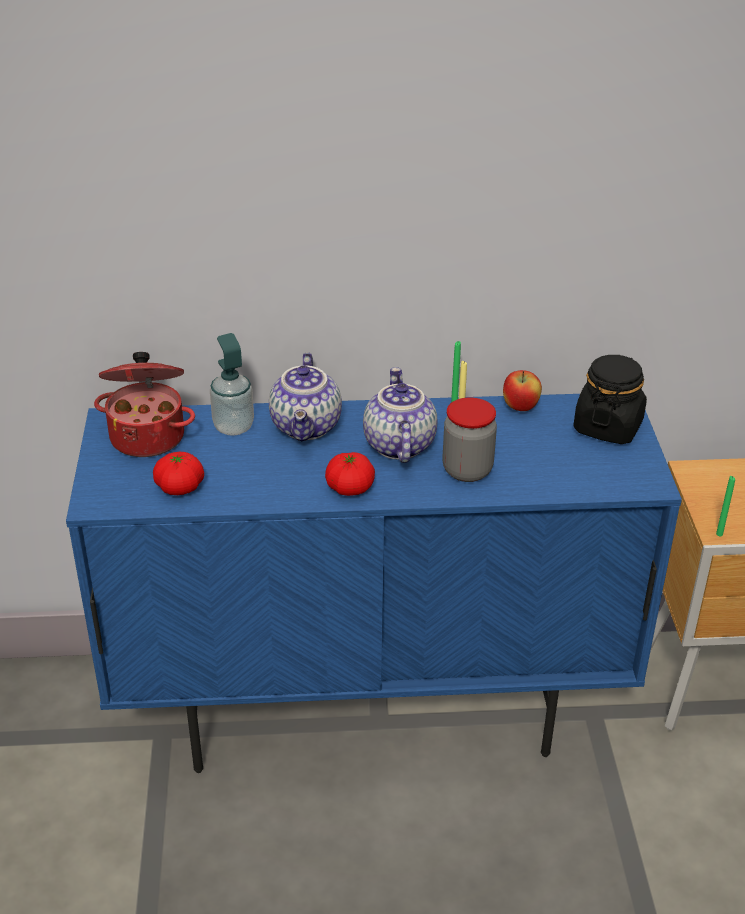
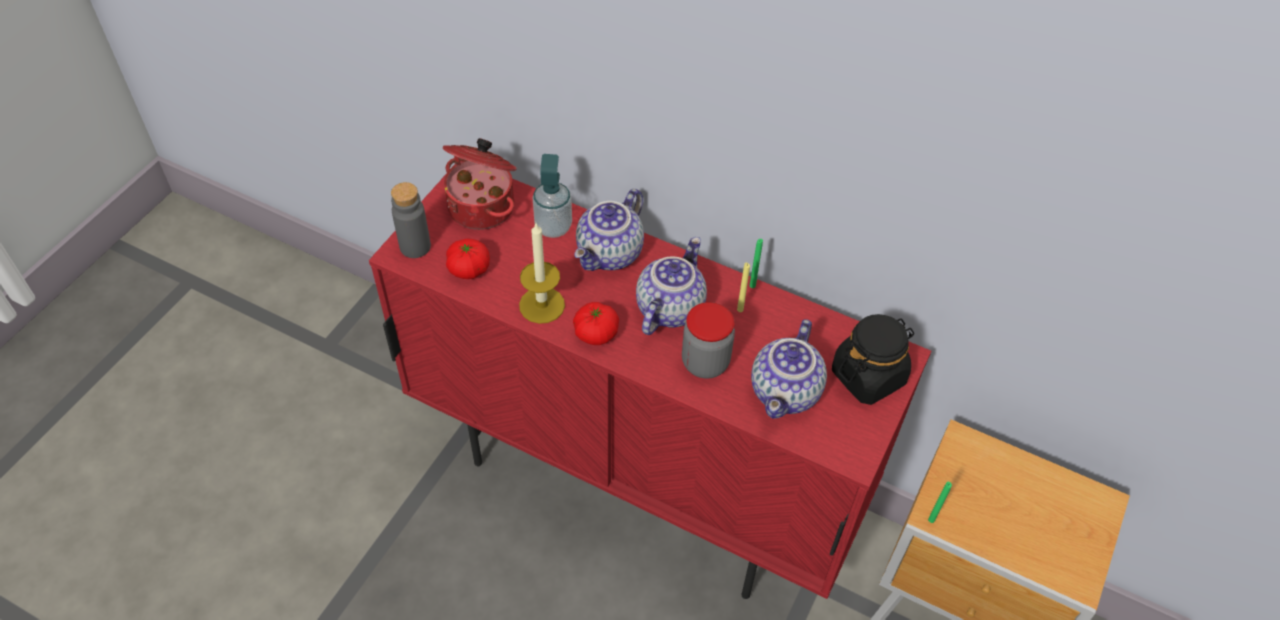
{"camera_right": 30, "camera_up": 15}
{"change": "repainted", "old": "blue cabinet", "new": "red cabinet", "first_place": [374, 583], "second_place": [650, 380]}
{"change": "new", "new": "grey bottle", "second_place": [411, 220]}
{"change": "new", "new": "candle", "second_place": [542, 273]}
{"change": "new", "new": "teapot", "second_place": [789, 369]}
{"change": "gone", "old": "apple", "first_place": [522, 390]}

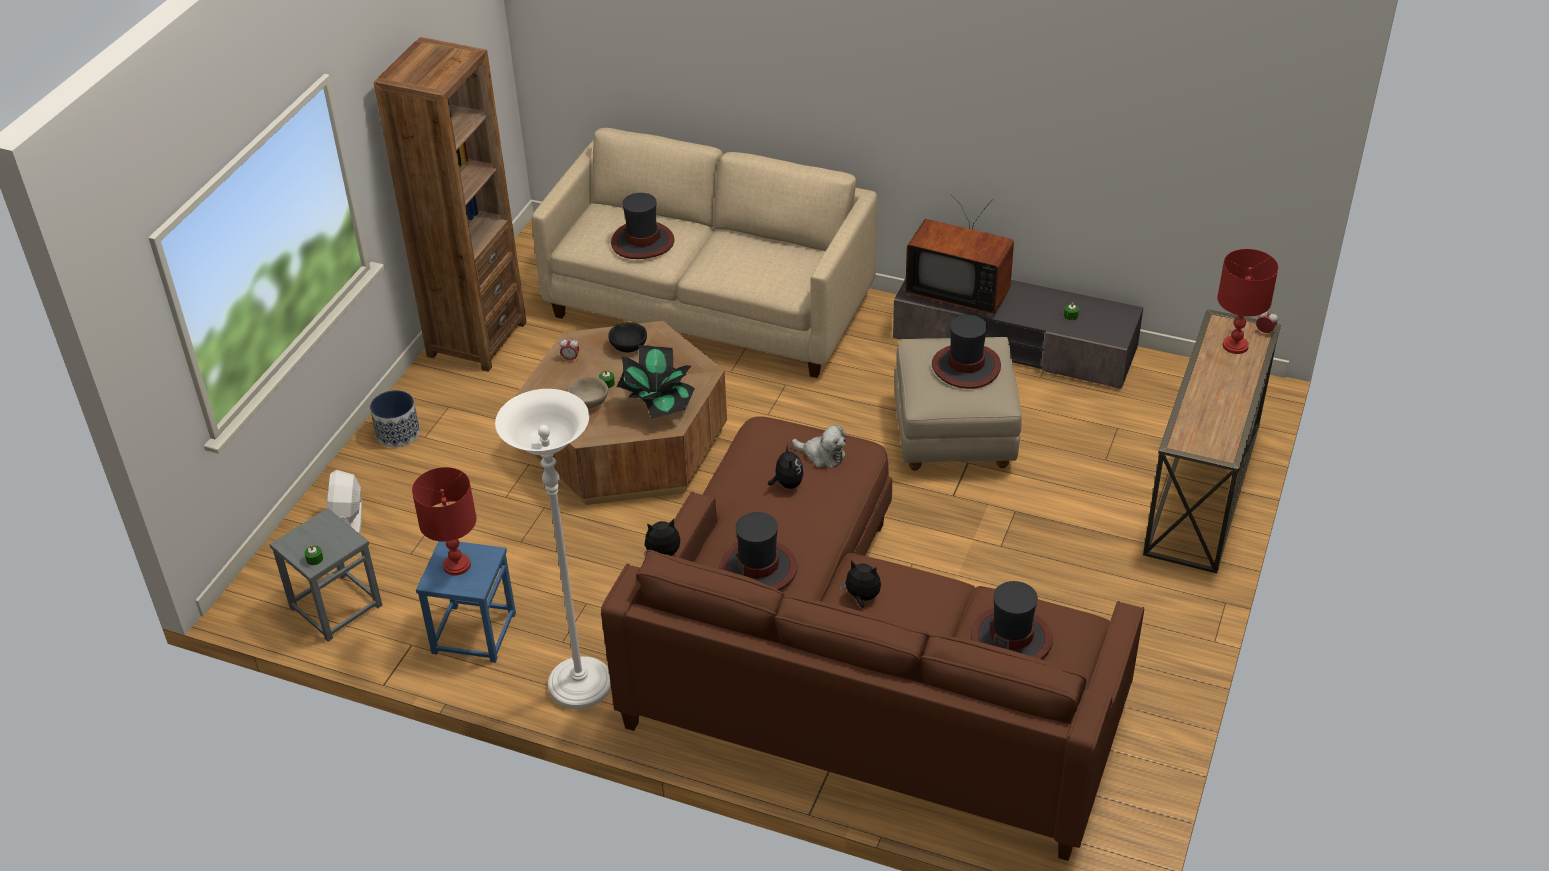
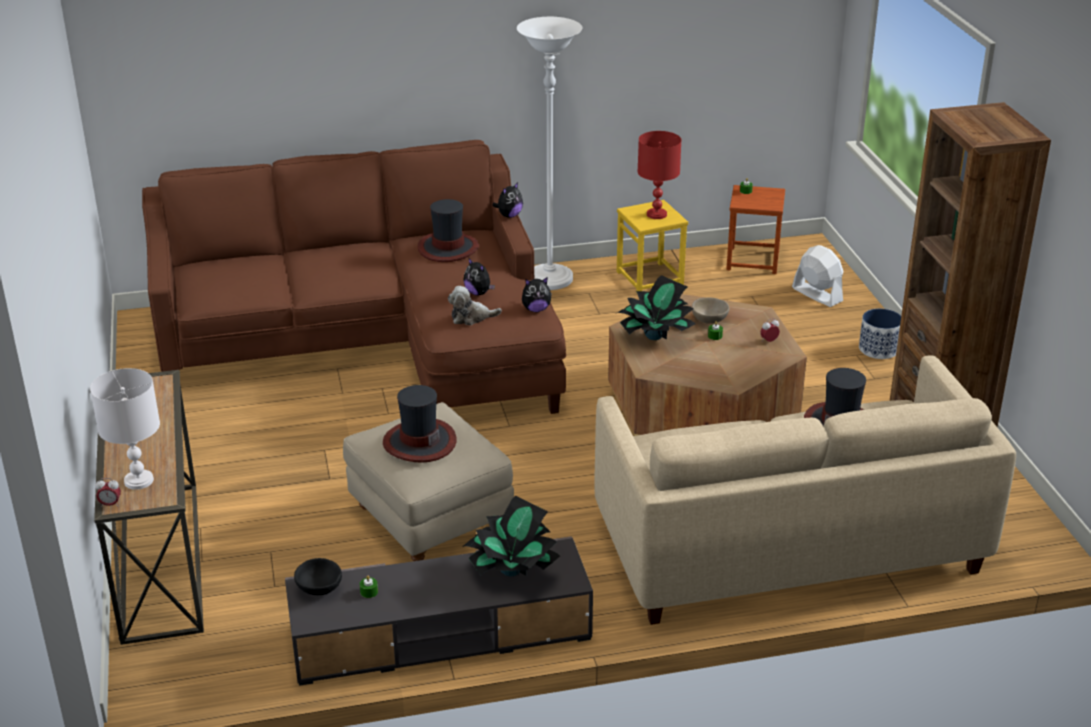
{"camera_right": 145, "camera_up": -10}
{"change": "repainted", "old": "red table lamp", "new": "white table lamp", "first_place": [1247, 301], "second_place": [125, 429]}
{"change": "shifted", "old": "black bowl", "first_place": [627, 337], "second_place": [318, 576]}
{"change": "swapped", "old": "television", "new": "potted plant", "first_place": [959, 254], "second_place": [511, 536]}
{"change": "shifted", "old": "plush toy", "first_place": [860, 584], "second_place": [537, 294]}
{"change": "repainted", "old": "blue stool", "new": "yellow stool", "first_place": [466, 602], "second_place": [652, 246]}
{"change": "repainted", "old": "grey stool", "new": "brown stool", "first_place": [325, 575], "second_place": [755, 229]}
{"change": "gone", "old": "hat", "first_place": [1012, 620]}

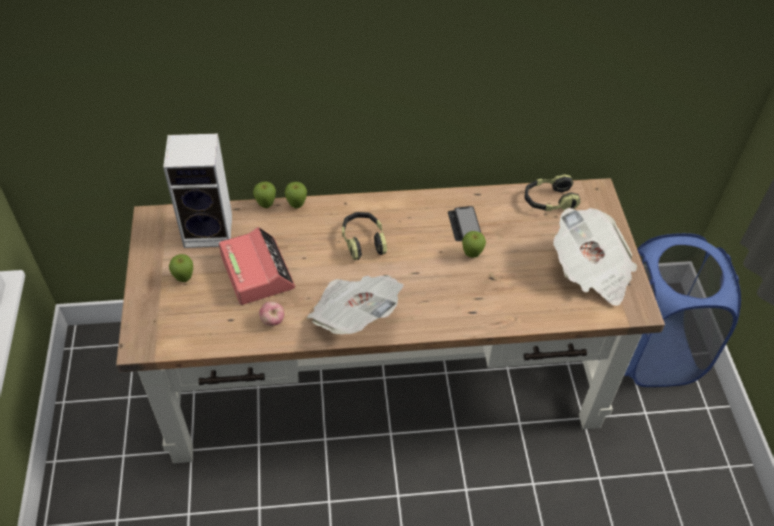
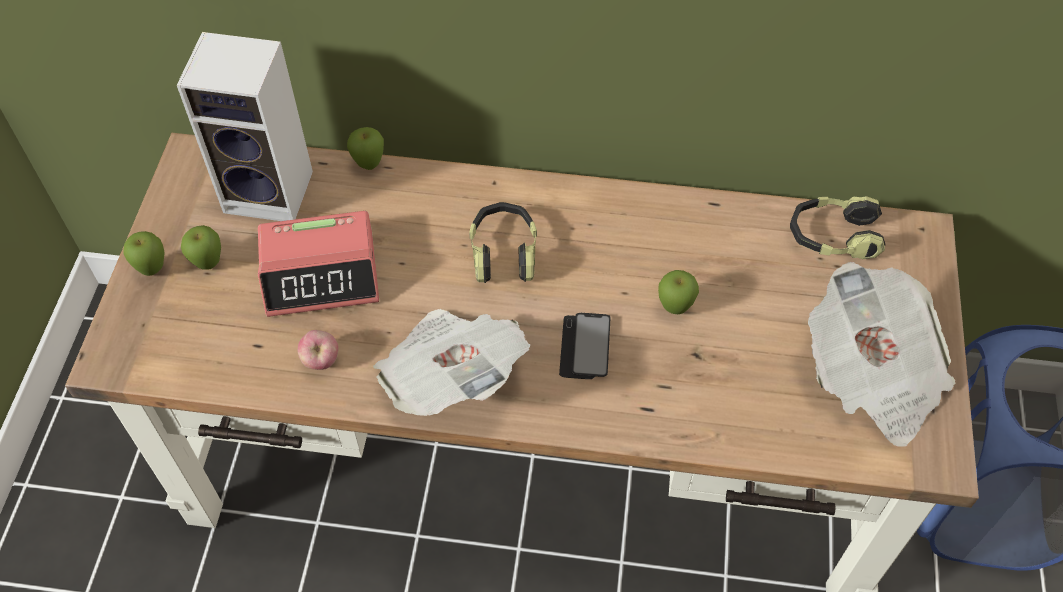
{"camera_right": 15, "camera_up": 5}
{"change": "shifted", "old": "apple", "first_place": [296, 195], "second_place": [144, 253]}
{"change": "rotated", "old": "alarm clock", "first_place": [257, 266], "second_place": [318, 264], "degrees": 90}
{"change": "shifted", "old": "phone", "first_place": [464, 223], "second_place": [585, 346]}

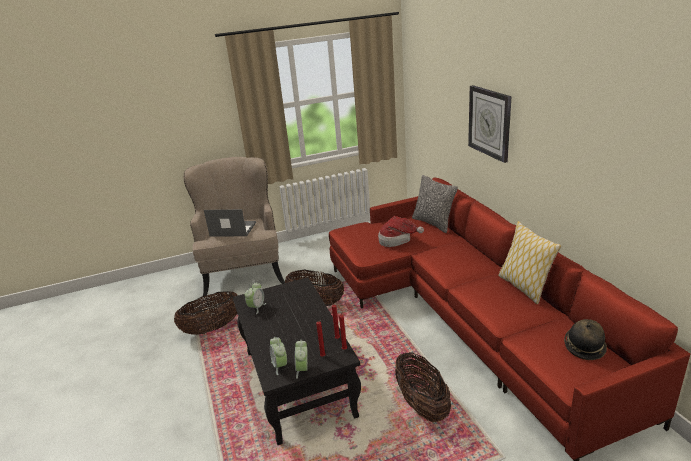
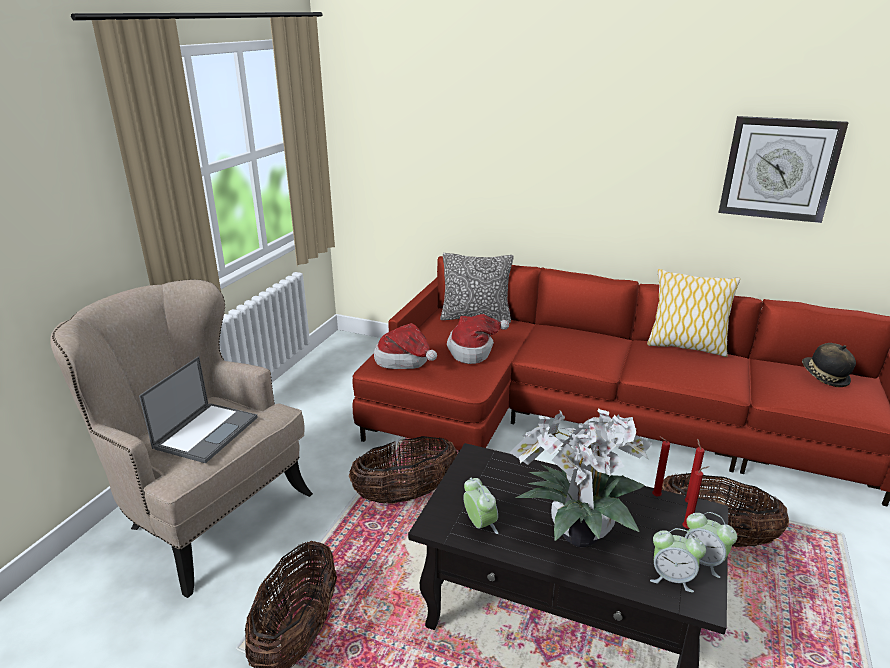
{"camera_right": -50, "camera_up": 0}
{"change": "rotated", "old": "laptop", "first_place": [230, 222], "second_place": [198, 409], "degrees": 150}
{"change": "new", "new": "hat", "second_place": [405, 346]}
{"change": "new", "new": "potted plant", "second_place": [581, 477]}
{"change": "shifted", "old": "wall clock", "first_place": [490, 124], "second_place": [783, 169]}

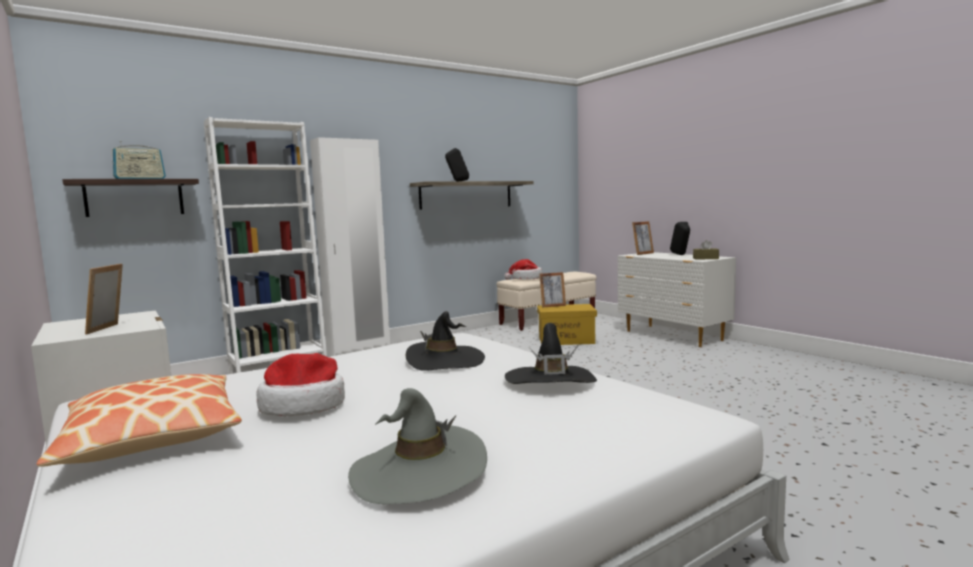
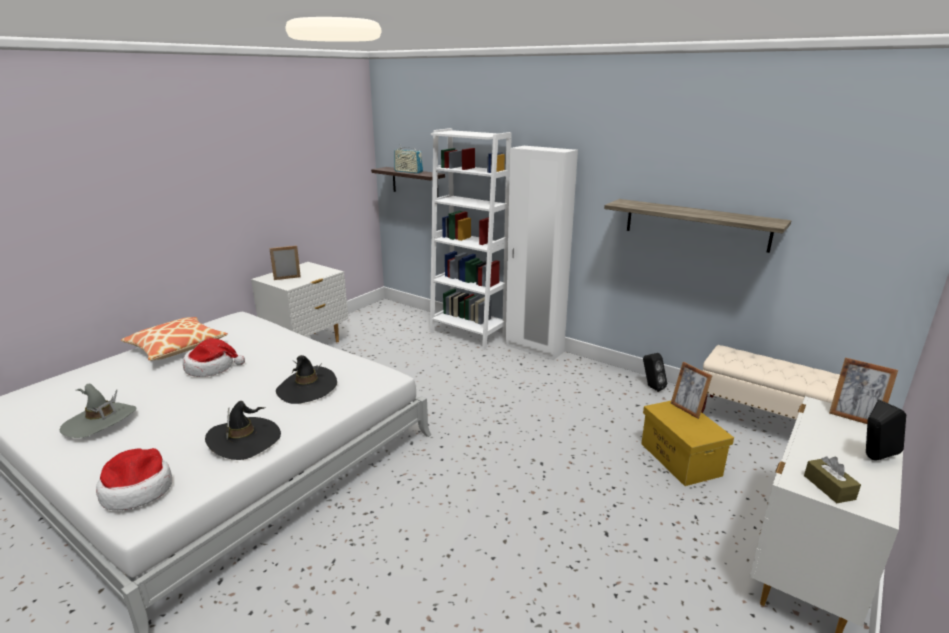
{"camera_right": 70, "camera_up": 15}
{"change": "shifted", "old": "hat", "first_place": [523, 269], "second_place": [134, 479]}
{"change": "shifted", "old": "black speaker", "first_place": [457, 164], "second_place": [655, 372]}

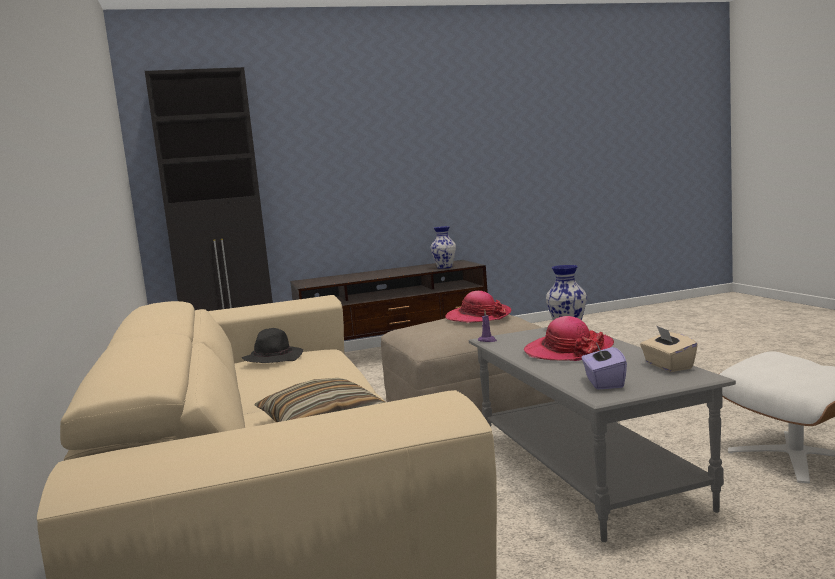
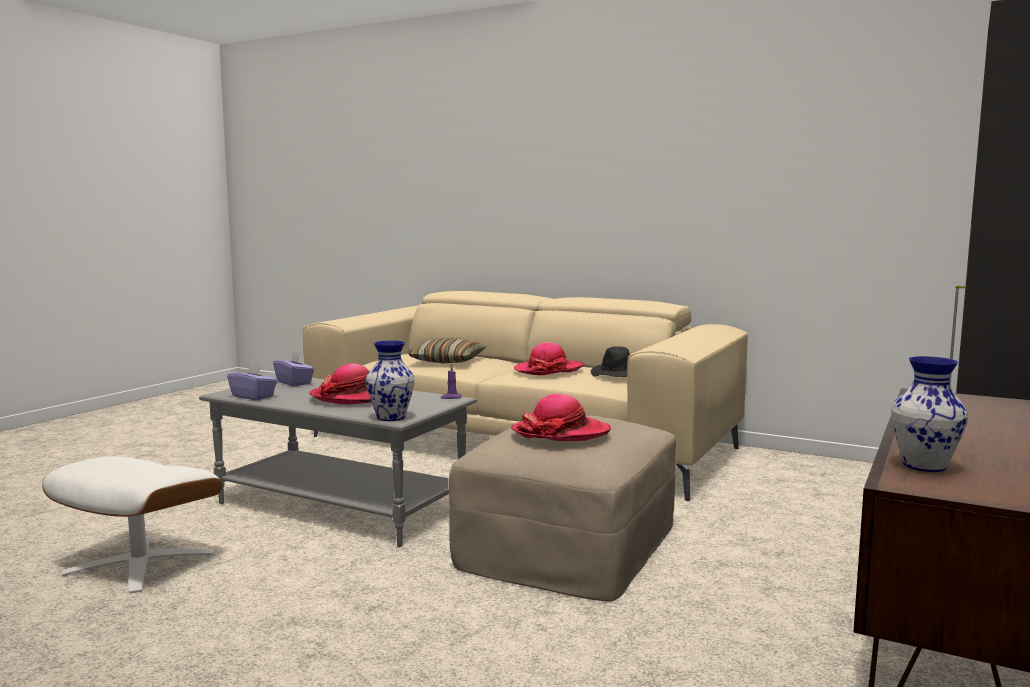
{"camera_right": 135, "camera_up": 0}
{"change": "repainted", "old": "beige tissue box", "new": "purple tissue box", "first_place": [669, 348], "second_place": [252, 381]}
{"change": "new", "new": "hat", "second_place": [549, 358]}

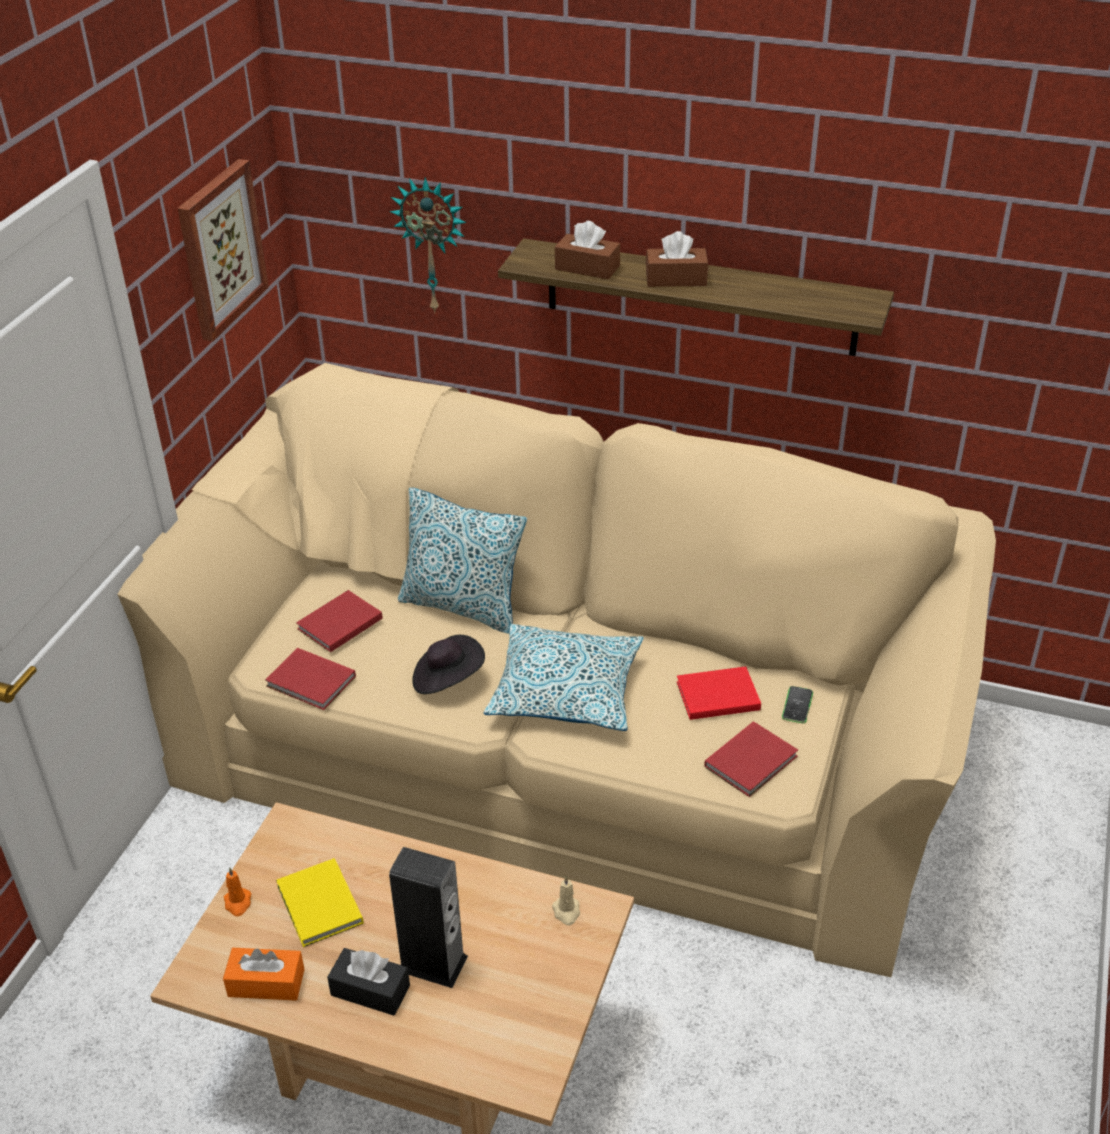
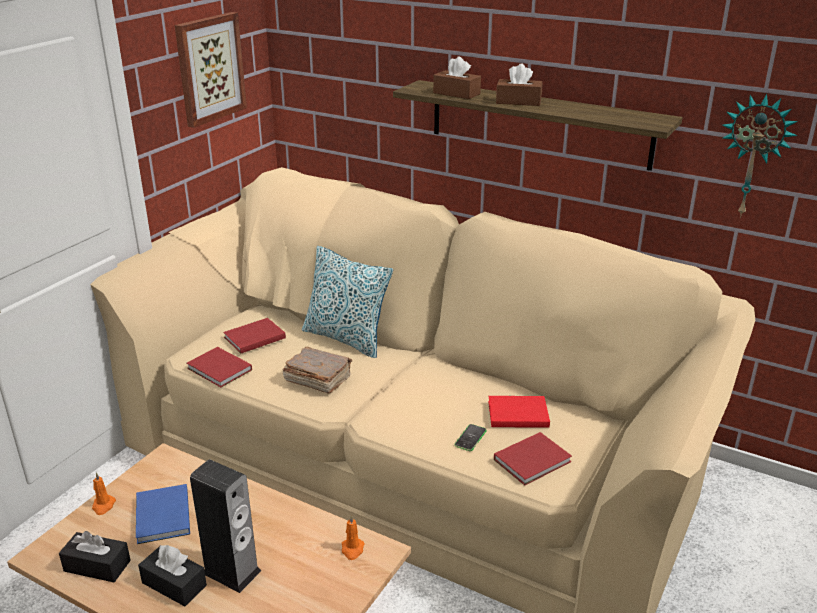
{"camera_right": 10, "camera_up": -10}
{"change": "repainted", "old": "orange tissue box", "new": "black tissue box", "first_place": [264, 974], "second_place": [95, 556]}
{"change": "repainted", "old": "yellow book", "new": "blue book", "first_place": [319, 902], "second_place": [163, 514]}
{"change": "swapped", "old": "black hat", "new": "brown book", "first_place": [448, 664], "second_place": [317, 370]}
{"change": "repainted", "old": "beige candle", "new": "orange candle", "first_place": [566, 901], "second_place": [353, 537]}
{"change": "shifted", "old": "phone", "first_place": [797, 704], "second_place": [470, 437]}
{"change": "shifted", "old": "wall clock", "first_place": [428, 245], "second_place": [760, 156]}
{"change": "gone", "old": "pillow", "first_place": [564, 677]}

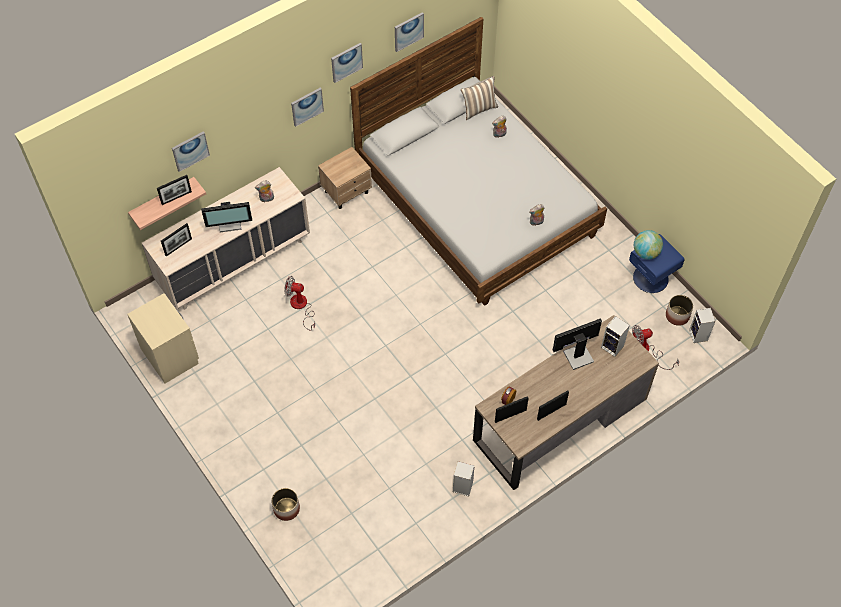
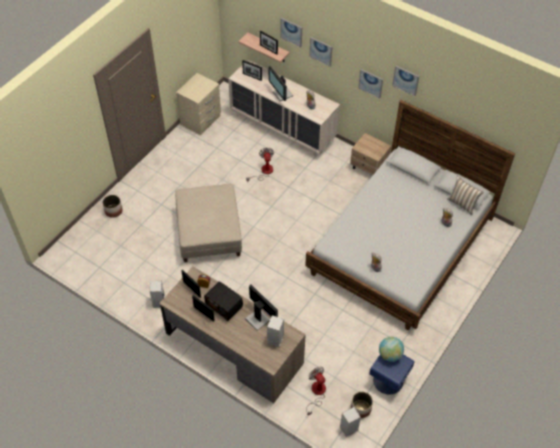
{"camera_right": 70, "camera_up": -5}
{"change": "new", "new": "beige ottoman", "second_place": [208, 223]}
{"change": "new", "new": "radio", "second_place": [223, 301]}
{"change": "shifted", "old": "picture", "first_place": [409, 32], "second_place": [320, 51]}

